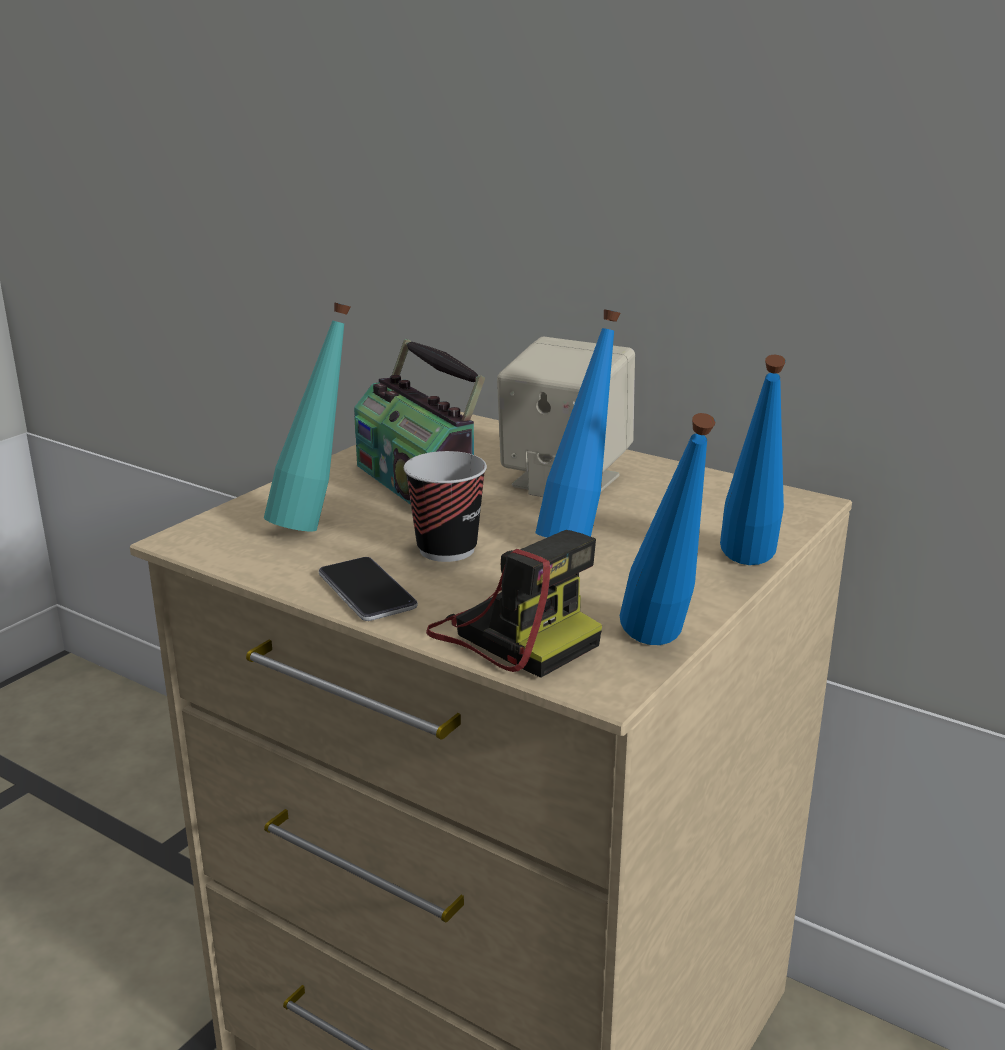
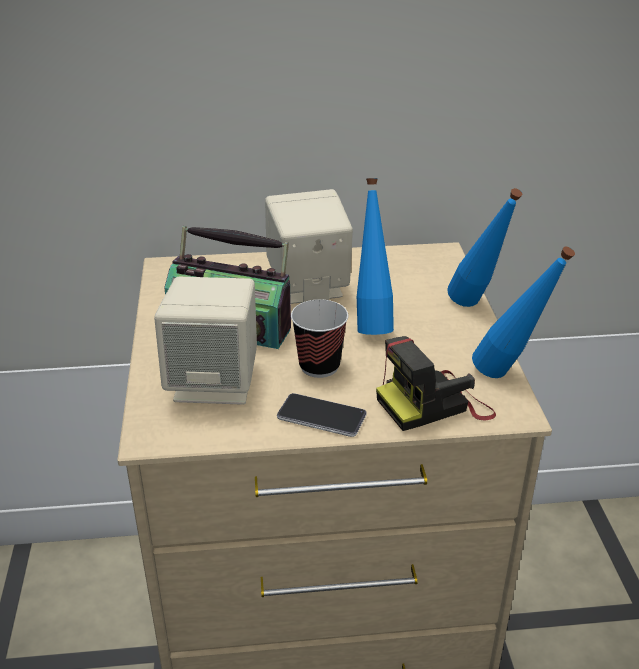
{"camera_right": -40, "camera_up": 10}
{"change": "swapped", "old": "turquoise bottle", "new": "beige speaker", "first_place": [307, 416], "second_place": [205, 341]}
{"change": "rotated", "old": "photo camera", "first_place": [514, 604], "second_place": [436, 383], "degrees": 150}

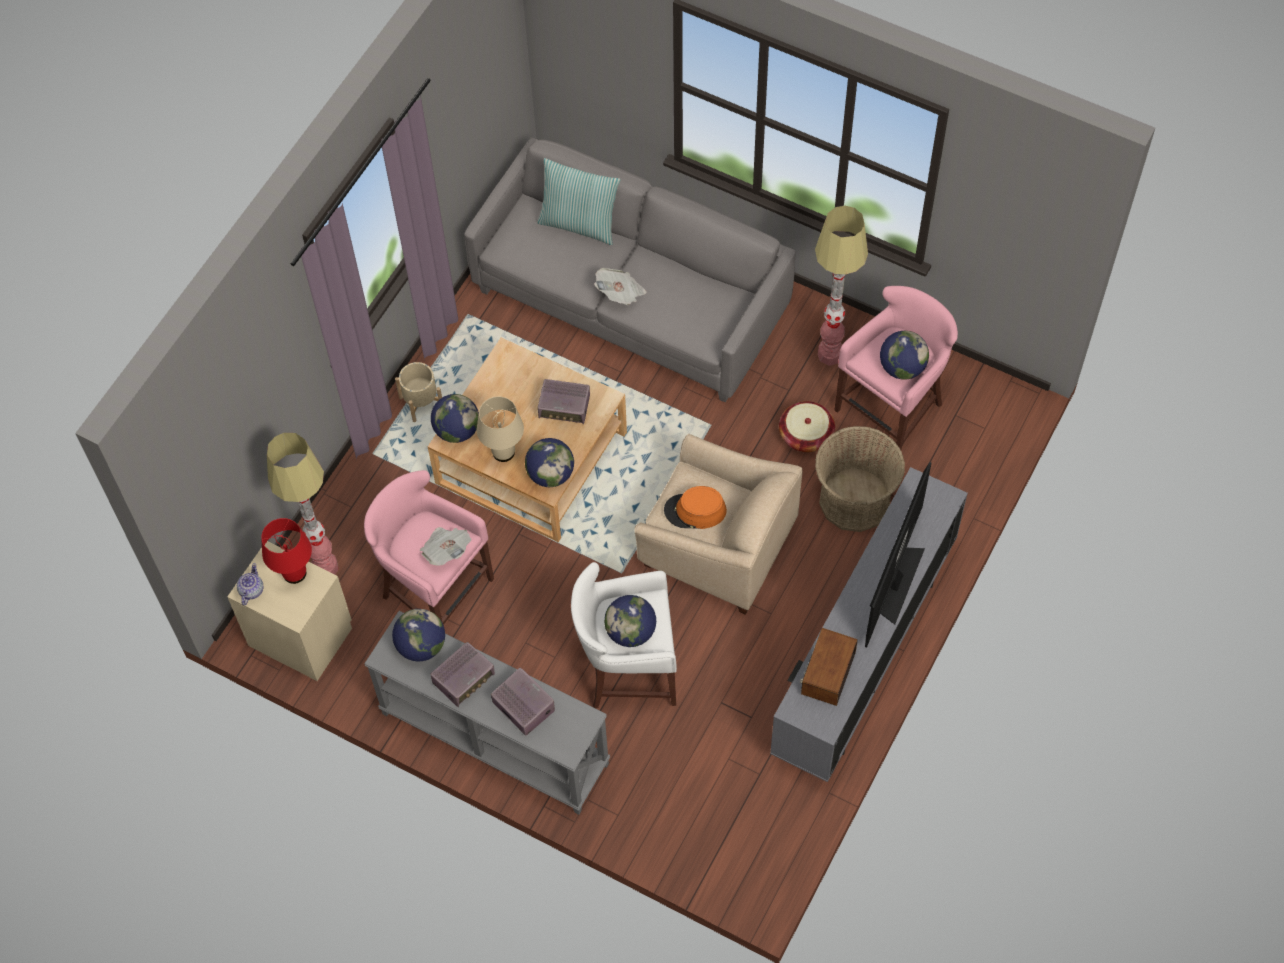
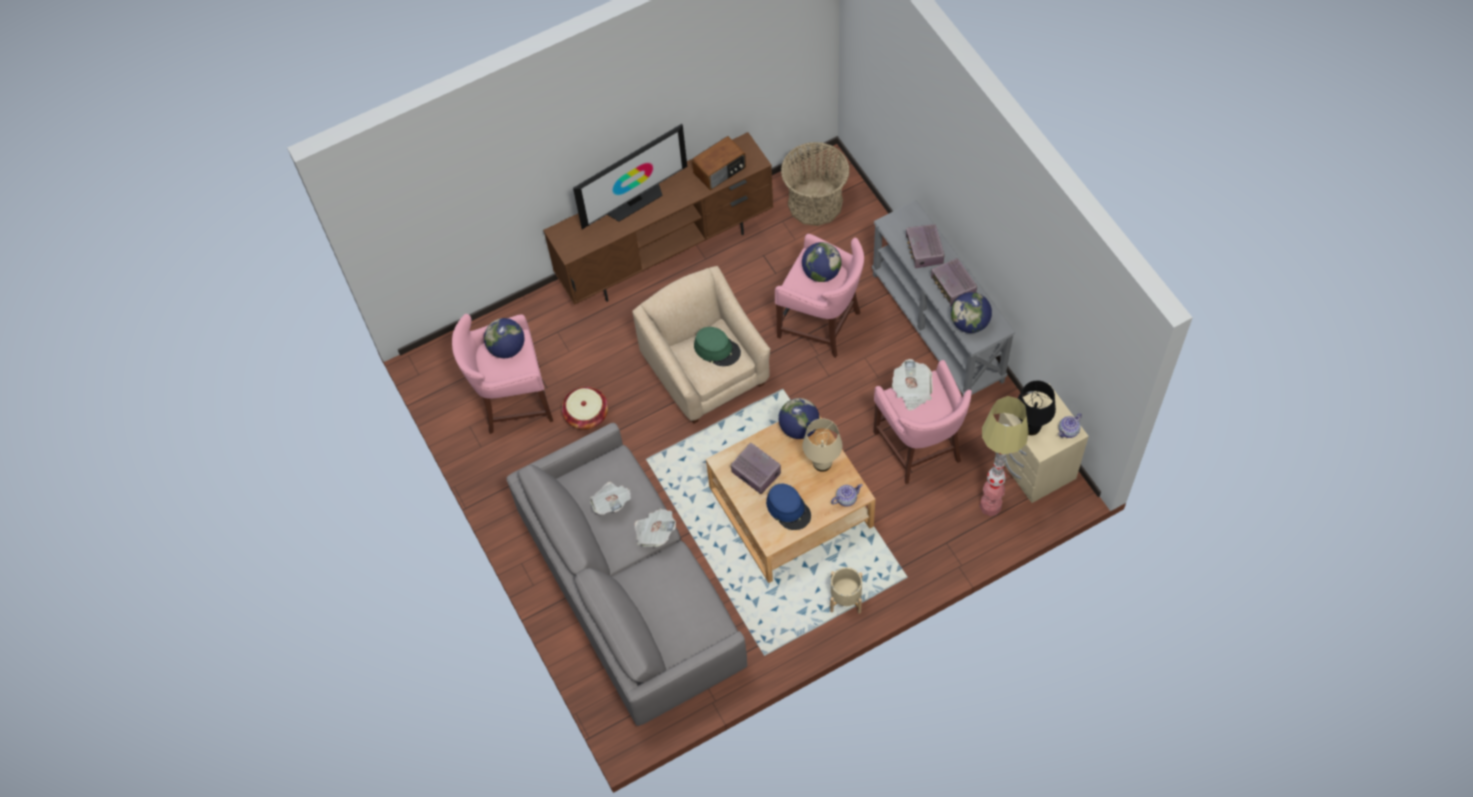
{"camera_right": -145, "camera_up": 0}
{"change": "repainted", "old": "grey tv stand", "new": "brown tv stand", "first_place": [869, 624], "second_place": [658, 218]}
{"change": "new", "new": "newspaper", "second_place": [610, 498]}
{"change": "repainted", "old": "orange hat", "new": "green hat", "first_place": [695, 507], "second_place": [717, 346]}
{"change": "new", "new": "blue hat", "second_place": [788, 506]}
{"change": "repainted", "old": "white stool", "new": "pink stool", "first_place": [624, 635], "second_place": [819, 296]}
{"change": "shifted", "old": "basket", "first_place": [860, 479], "second_place": [815, 184]}
{"change": "swapped", "old": "globe", "new": "teapot", "first_place": [455, 418], "second_place": [846, 495]}
{"change": "rotated", "old": "radio", "first_place": [462, 674], "second_place": [954, 282], "degrees": -105}
{"change": "repainted", "old": "red table lamp", "new": "black table lamp", "first_place": [286, 551], "second_place": [1037, 407]}
{"change": "gone", "old": "pillow", "first_place": [578, 201]}
{"change": "gone", "old": "floor lamp", "first_place": [841, 286]}

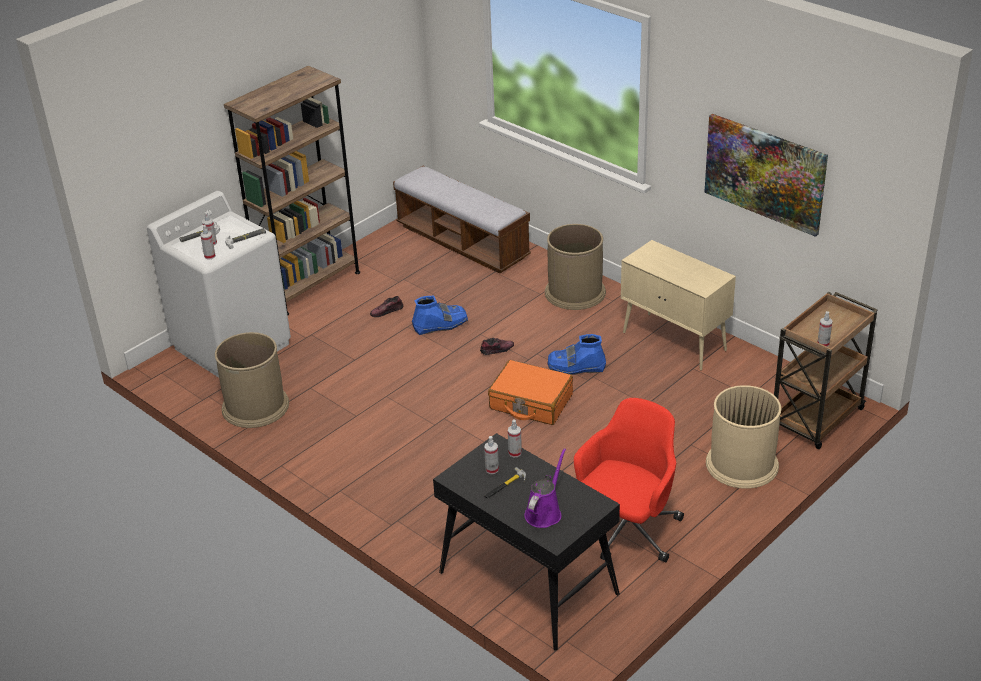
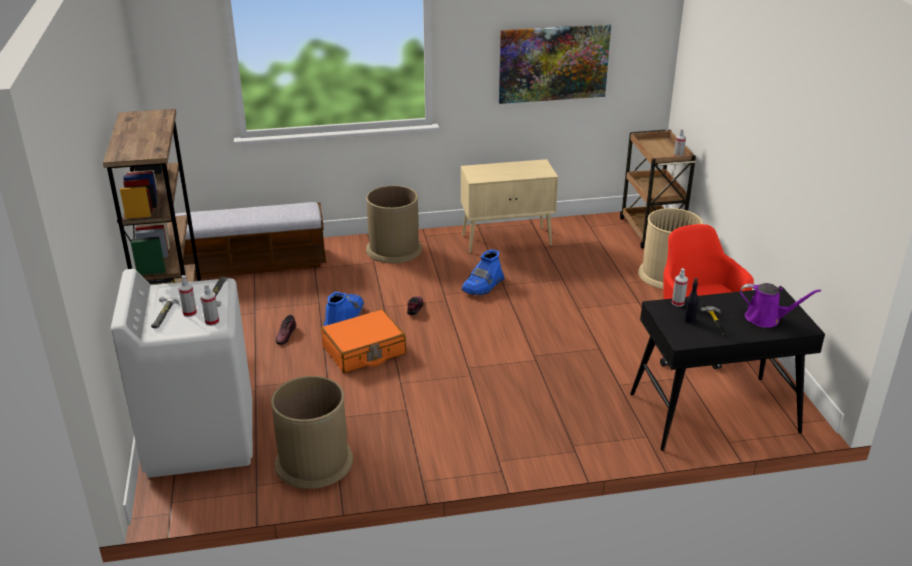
{"camera_right": -55, "camera_up": -5}
{"change": "shifted", "old": "orange suitcase", "first_place": [530, 392], "second_place": [363, 341]}
{"change": "swapped", "old": "spray bottle", "new": "black bottle", "first_place": [491, 455], "second_place": [691, 300]}
{"change": "rotated", "old": "purple watering can", "first_place": [545, 488], "second_place": [780, 305], "degrees": 135}

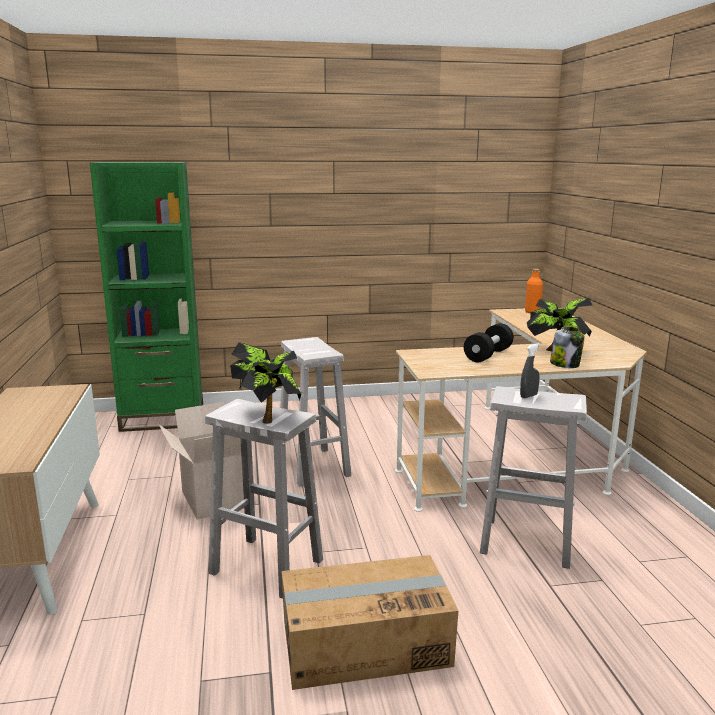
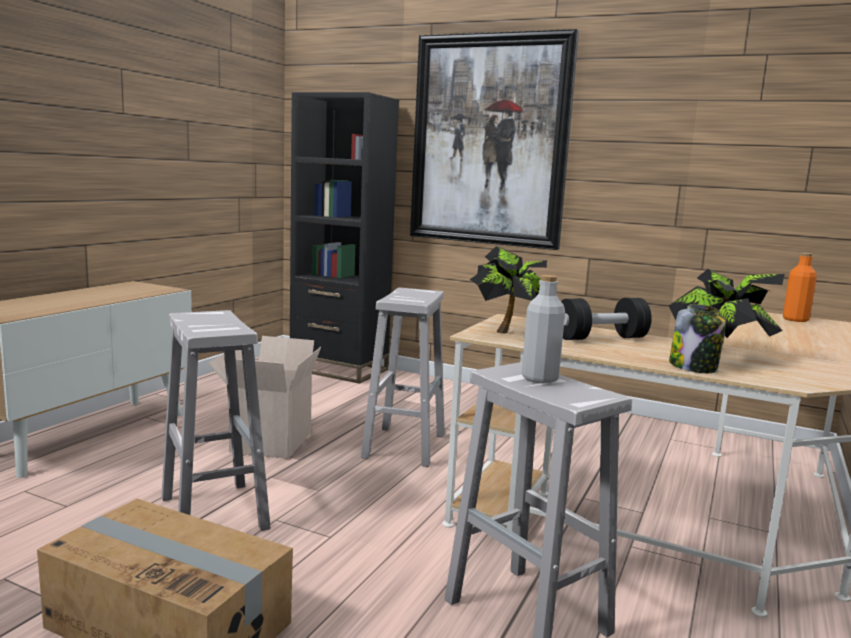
{"camera_right": 35, "camera_up": -5}
{"change": "repainted", "old": "green bookcase", "new": "black bookcase", "first_place": [146, 297], "second_place": [344, 238]}
{"change": "new", "new": "picture", "second_place": [494, 139]}
{"change": "shifted", "old": "potted plant", "first_place": [265, 383], "second_place": [508, 289]}
{"change": "swapped", "old": "grey spray bottle", "new": "grey bottle", "first_place": [530, 370], "second_place": [543, 329]}

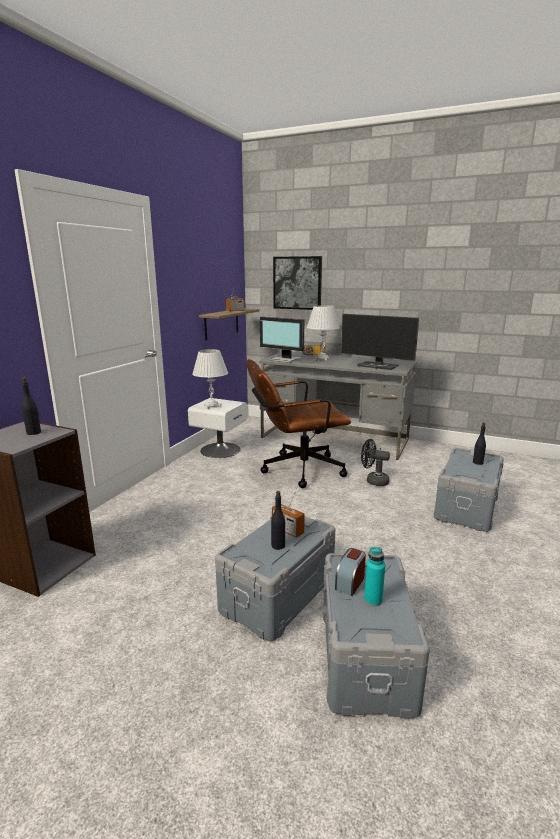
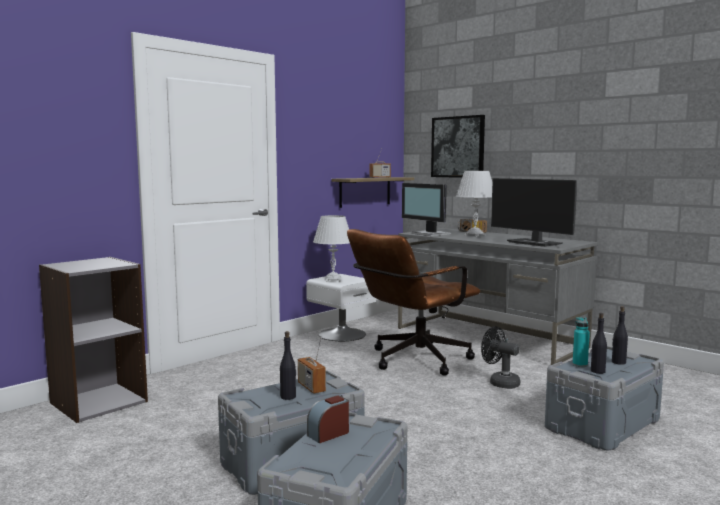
{"camera_right": 20, "camera_up": -10}
{"change": "rotated", "old": "brown office chair", "first_place": [298, 423], "second_place": [413, 302], "degrees": -45}
{"change": "shifted", "old": "turquoise bottle", "first_place": [374, 577], "second_place": [581, 342]}
{"change": "shifted", "old": "black bottle", "first_place": [31, 406], "second_place": [599, 343]}

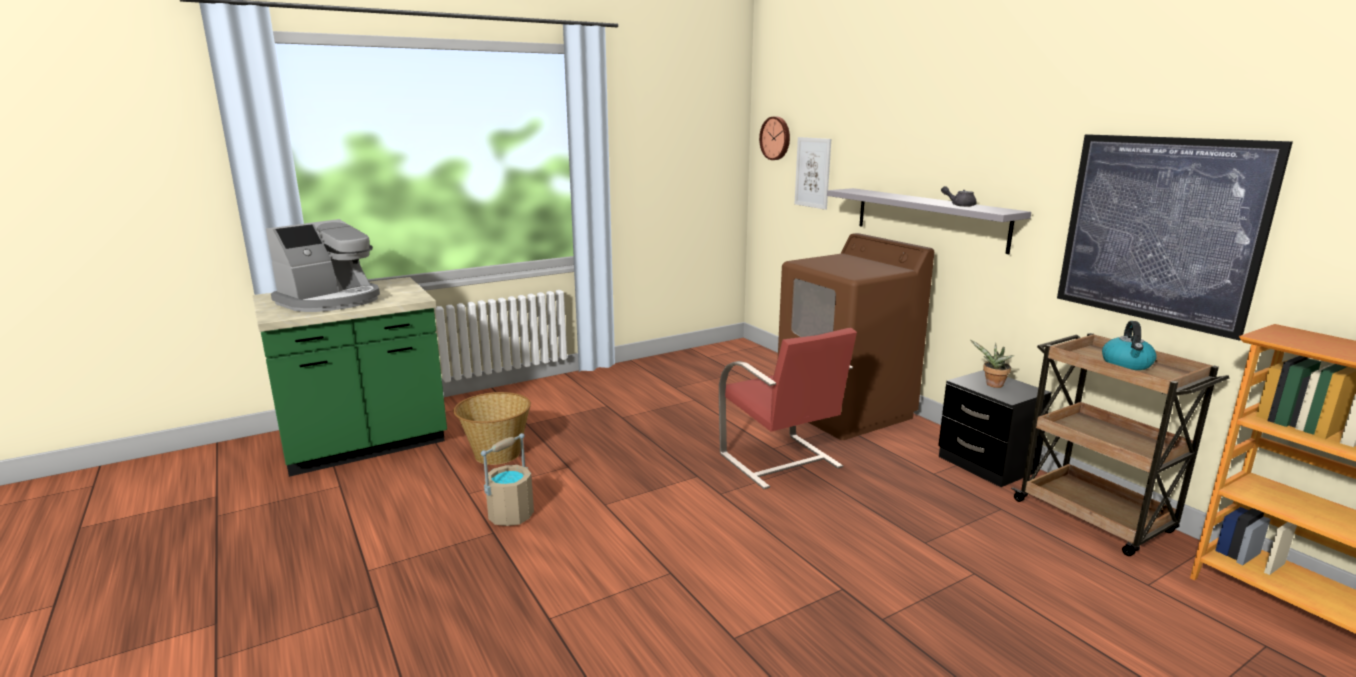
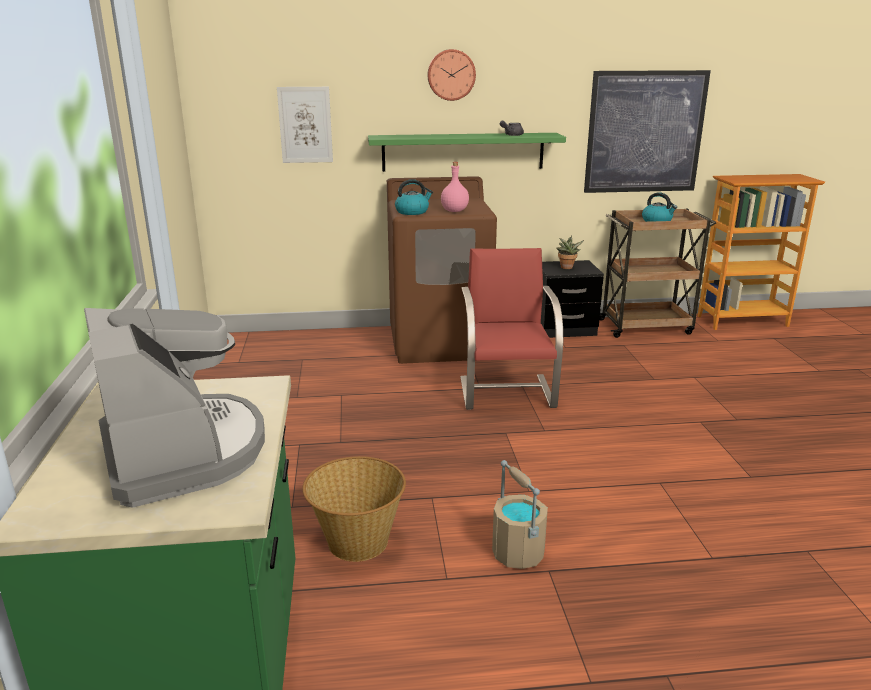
{"camera_right": -65, "camera_up": 5}
{"change": "repainted", "old": "grey shelf", "new": "green shelf", "first_place": [929, 221], "second_place": [467, 152]}
{"change": "new", "new": "kettle", "second_place": [414, 197]}
{"change": "shifted", "old": "wall clock", "first_place": [774, 138], "second_place": [452, 75]}
{"change": "new", "new": "pink bottle", "second_place": [455, 187]}
{"change": "rotated", "old": "red chair", "first_place": [788, 408], "second_place": [511, 329], "degrees": -90}

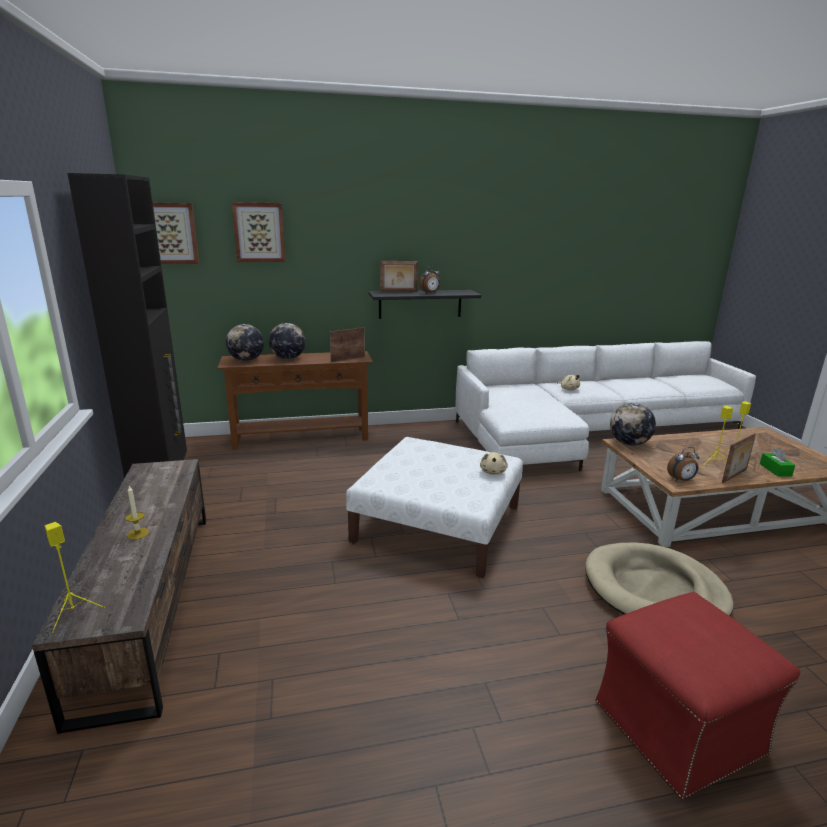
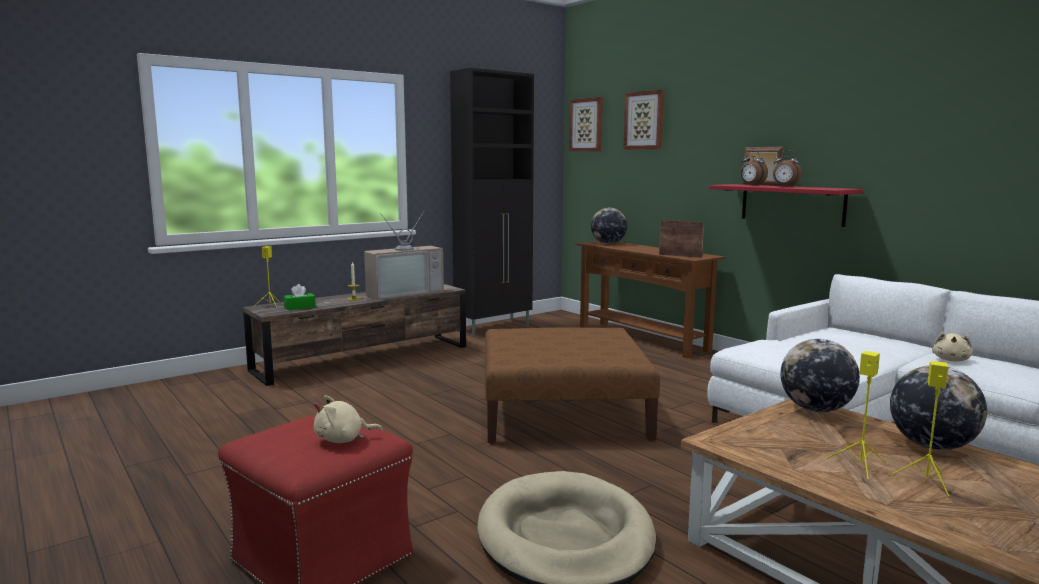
{"camera_right": 65, "camera_up": -10}
{"change": "shifted", "old": "green tissue box", "first_place": [777, 462], "second_place": [300, 297]}
{"change": "shifted", "old": "beige plush toy", "first_place": [494, 463], "second_place": [348, 419]}
{"change": "new", "new": "television", "second_place": [404, 256]}
{"change": "repainted", "old": "white ottoman", "new": "brown ottoman", "first_place": [434, 507], "second_place": [572, 385]}
{"change": "repainted", "old": "black shelf", "new": "red shelf", "first_place": [424, 304], "second_place": [786, 205]}
{"change": "shifted", "old": "alarm clock", "first_place": [683, 464], "second_place": [754, 168]}
{"change": "shifted", "old": "globe", "first_place": [287, 341], "second_place": [938, 407]}
{"change": "gone", "old": "picture frame", "first_place": [739, 458]}

